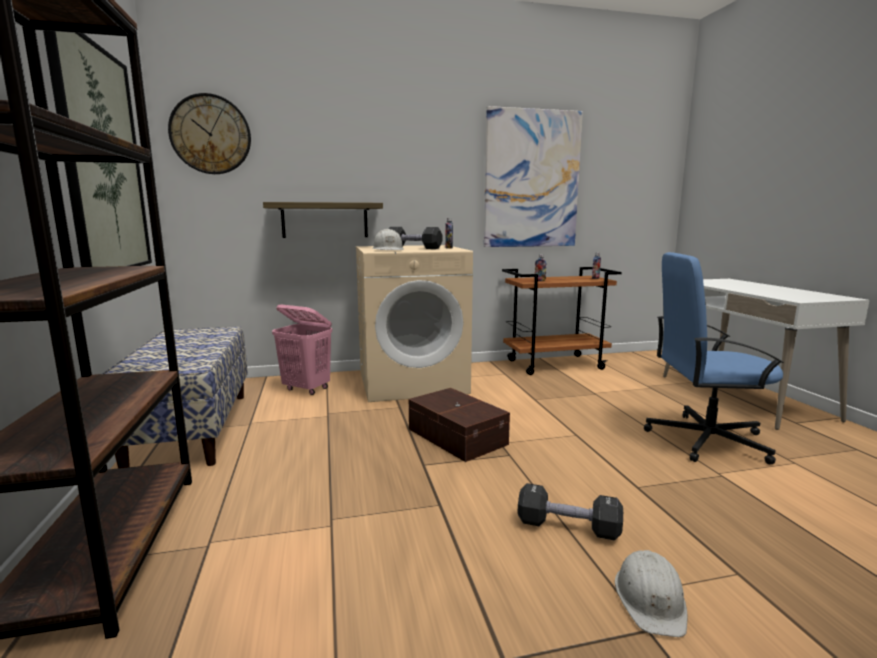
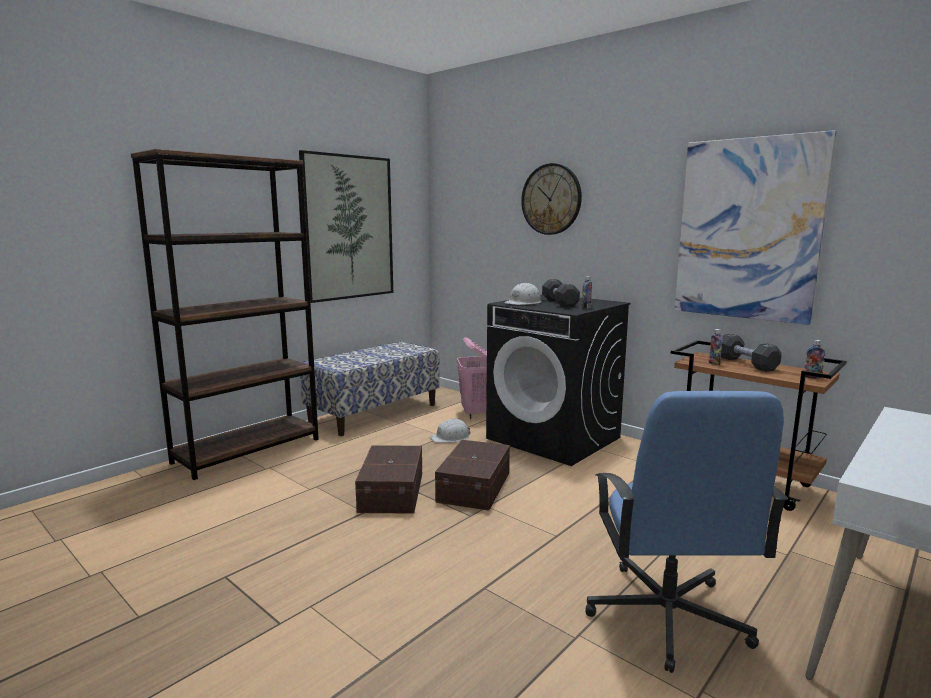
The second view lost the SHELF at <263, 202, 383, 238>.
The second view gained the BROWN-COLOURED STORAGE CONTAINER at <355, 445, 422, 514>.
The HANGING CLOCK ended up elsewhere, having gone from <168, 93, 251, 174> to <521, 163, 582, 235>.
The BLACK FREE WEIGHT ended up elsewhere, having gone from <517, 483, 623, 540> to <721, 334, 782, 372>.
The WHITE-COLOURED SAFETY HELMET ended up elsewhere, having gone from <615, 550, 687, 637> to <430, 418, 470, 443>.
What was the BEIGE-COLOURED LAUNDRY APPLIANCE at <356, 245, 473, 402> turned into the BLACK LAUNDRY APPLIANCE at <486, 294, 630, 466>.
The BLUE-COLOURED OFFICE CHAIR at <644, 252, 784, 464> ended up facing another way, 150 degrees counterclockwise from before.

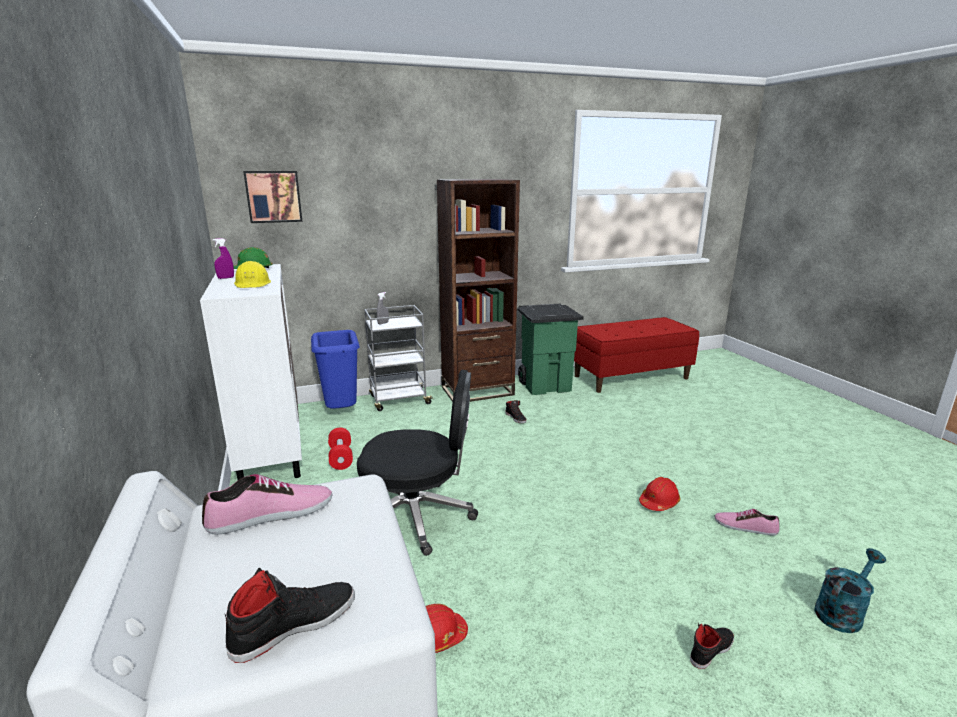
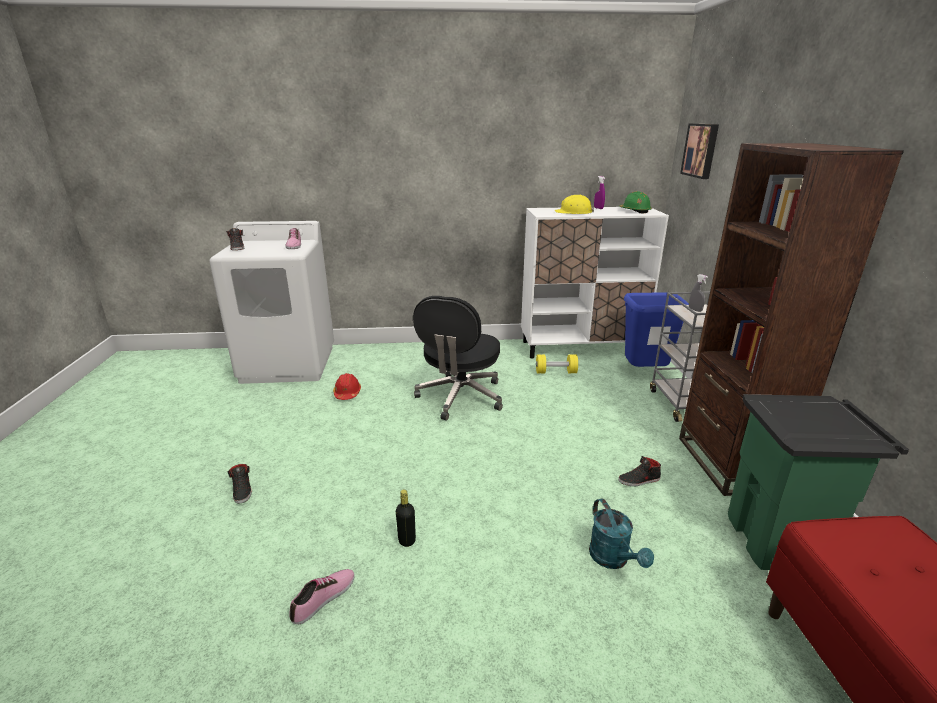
The TURQUOISE WATERING POT ended up elsewhere, having gone from <814, 548, 886, 633> to <589, 498, 654, 569>.
Where the RED SAFETY HELMET stood at <639, 477, 680, 511>, the BLACK DRINK BOTTLE came to stand at <396, 490, 416, 547>.
What was the RED FREE WEIGHT at <328, 427, 353, 470> turned into the YELLOW FREE WEIGHT at <536, 354, 578, 373>.

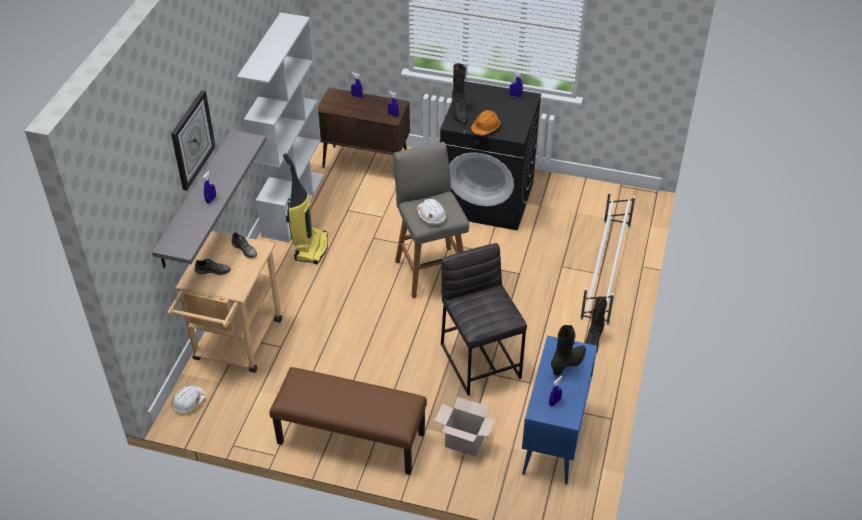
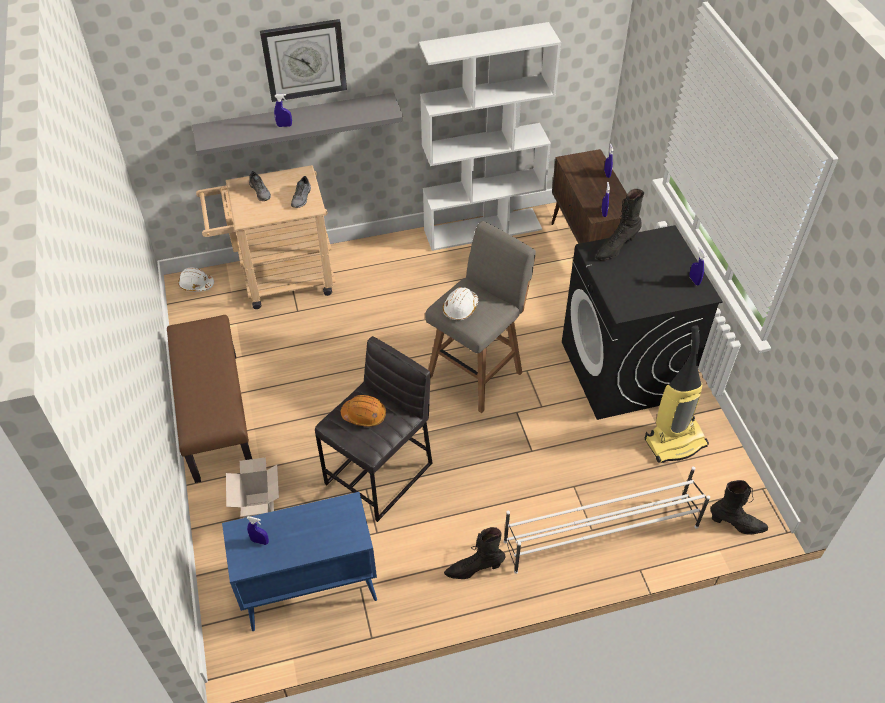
The VACUUM CLEANER ended up elsewhere, having gone from <283, 153, 328, 264> to <645, 326, 709, 463>.
The ORANGE SAFETY HELMET ended up elsewhere, having gone from <471, 110, 501, 135> to <341, 395, 386, 427>.
The BLACK TALL BOOT ended up elsewhere, having gone from <551, 325, 586, 376> to <710, 480, 768, 535>.

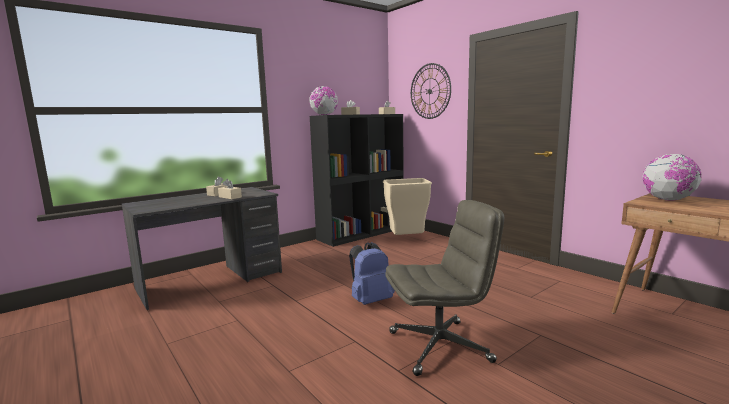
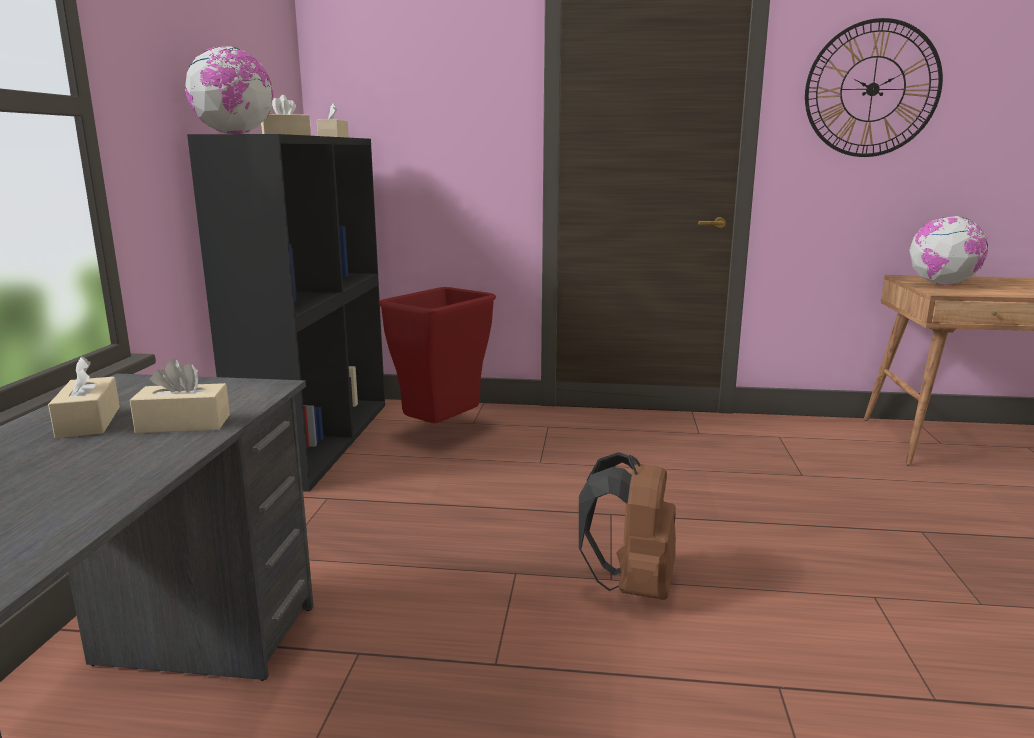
The second view lost the GREYISH OFFICE CHAIR at <385, 200, 504, 376>.
The HANGING CLOCK ended up elsewhere, having gone from <411, 63, 451, 119> to <805, 18, 943, 157>.
What was the BLUE-COLOURED RUCKSACK at <349, 242, 395, 305> turned into the BROWN-COLOURED RUCKSACK at <579, 452, 676, 600>.
What was the BEIGE-COLOURED RUBBISH BIN at <383, 178, 432, 235> turned into the RED RUBBISH BIN at <379, 287, 496, 424>.

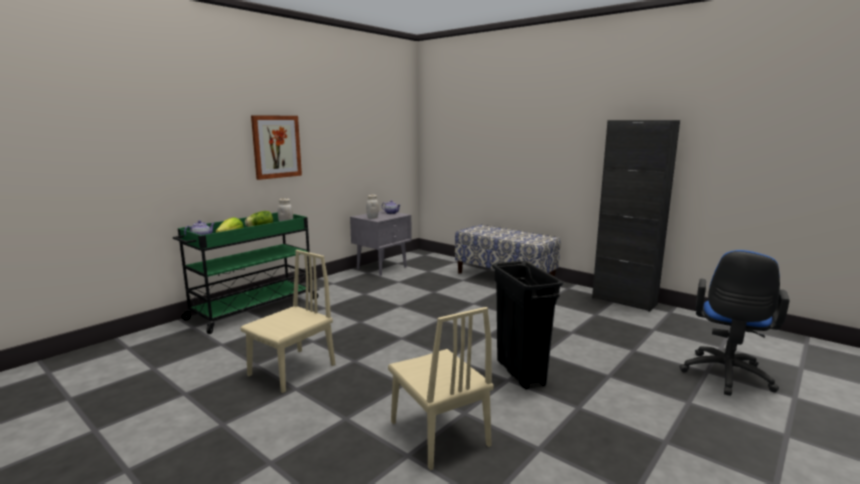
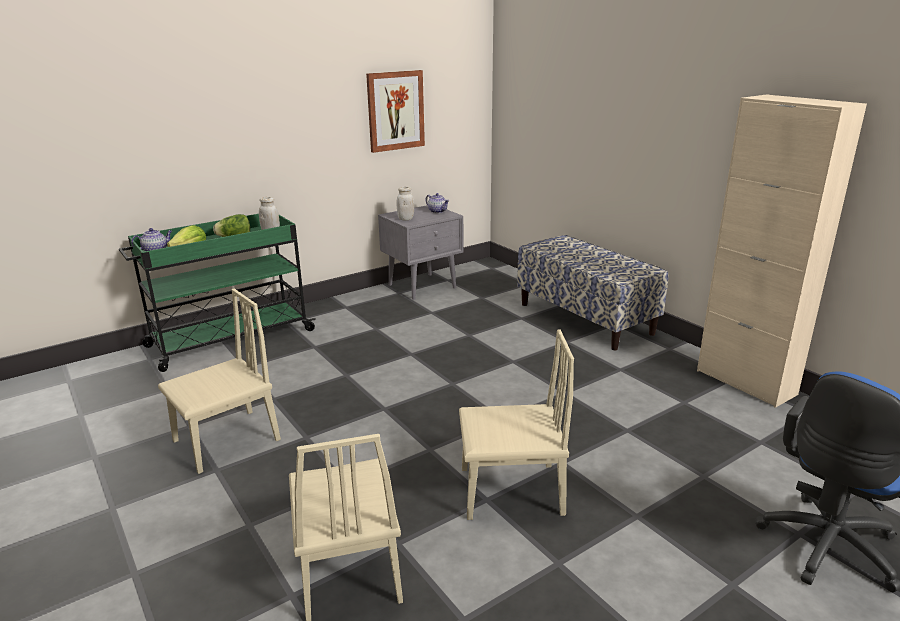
The PICTURE ended up elsewhere, having gone from <251, 115, 302, 180> to <366, 70, 425, 153>.
Where the BLACK RUBBISH BIN stood at <492, 261, 563, 390>, the BEIGE-COLOURED CHAIR came to stand at <459, 329, 574, 520>.
What was the BLACK CUPBOARD at <592, 120, 680, 312> turned into the BEIGE-COLOURED CUPBOARD at <697, 94, 867, 408>.

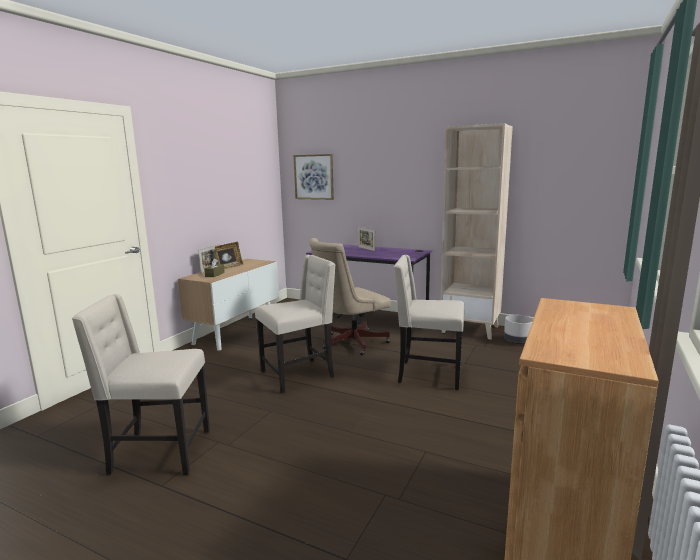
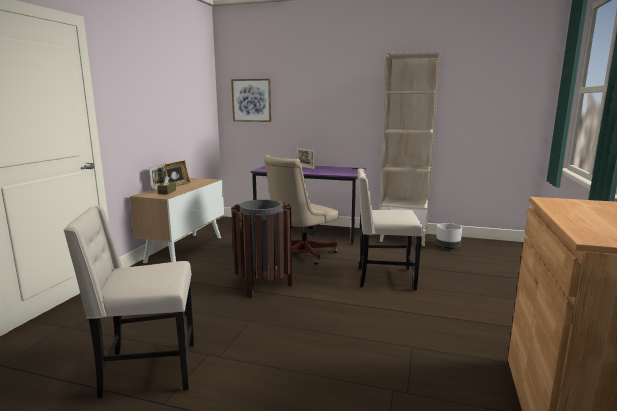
Where the BEIGE-COLOURED CHAIR stood at <255, 255, 336, 393>, the BROWN-COLOURED RUBBISH BIN came to stand at <231, 199, 292, 298>.

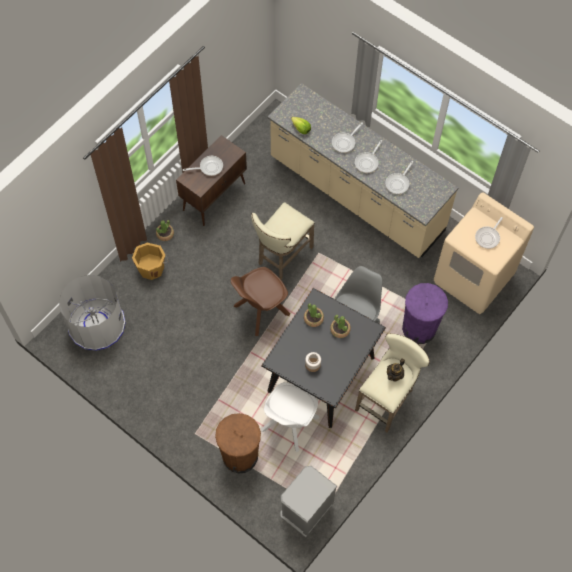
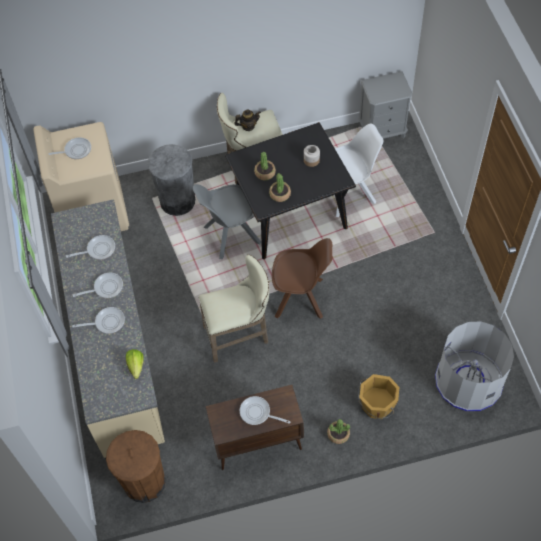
The BROWN-COLOURED RUBBISH BIN ended up elsewhere, having gone from <215, 413, 261, 473> to <106, 430, 166, 503>.
What was the PURPLE-COLOURED RUBBISH BIN at <402, 283, 448, 344> turned into the GREYISH RUBBISH BIN at <147, 144, 195, 216>.

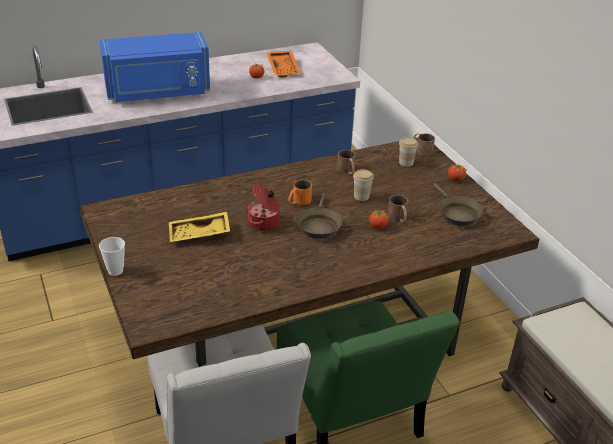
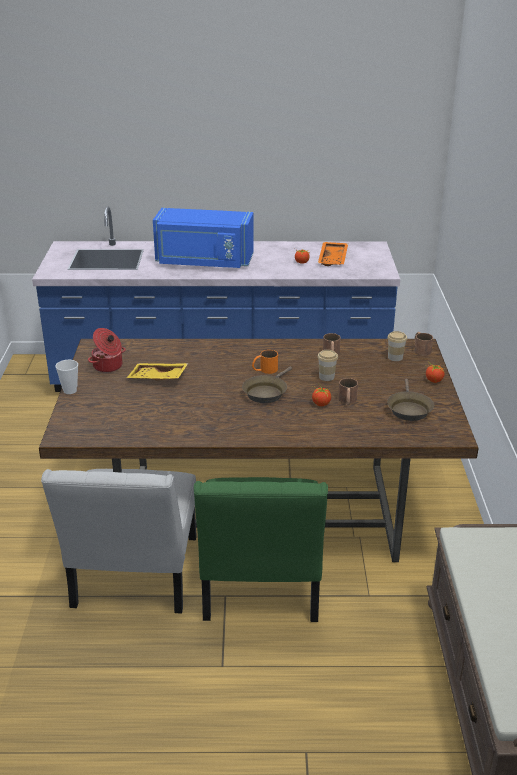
The SAUCEPOT ended up elsewhere, having gone from <247, 184, 280, 231> to <88, 328, 126, 373>.

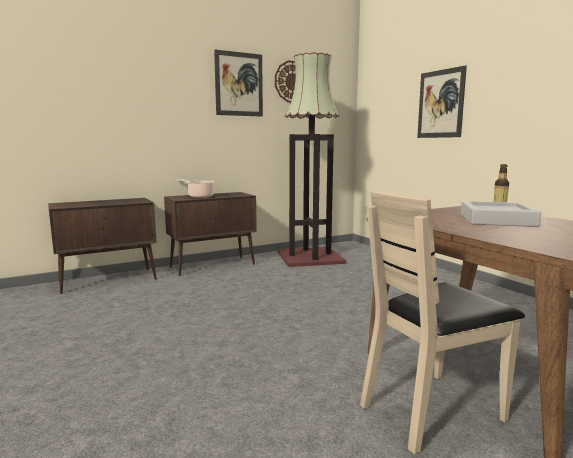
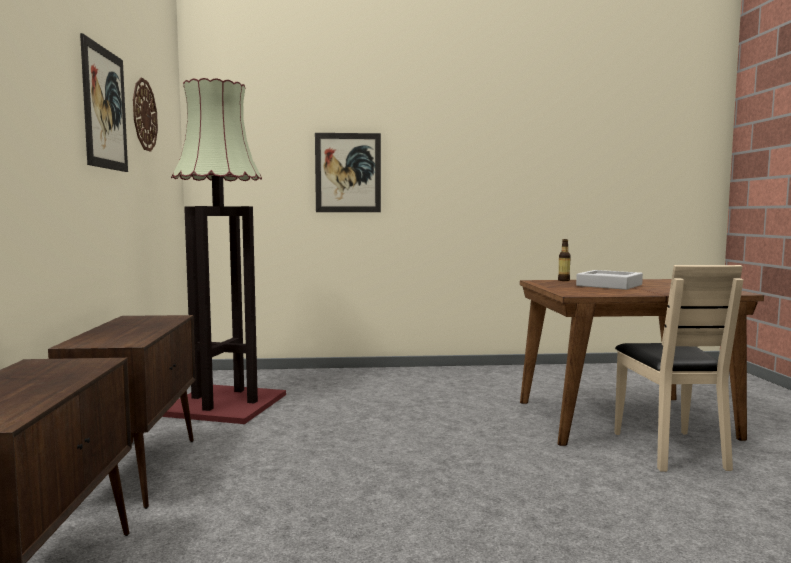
The second view lost the SAUCEPOT at <176, 179, 215, 198>.

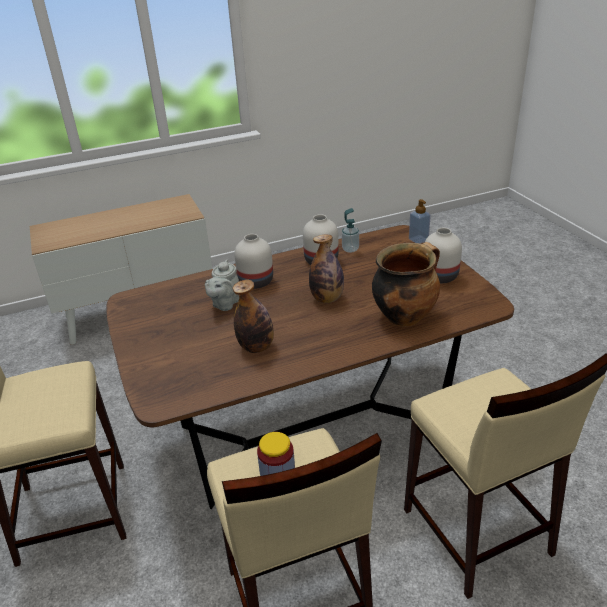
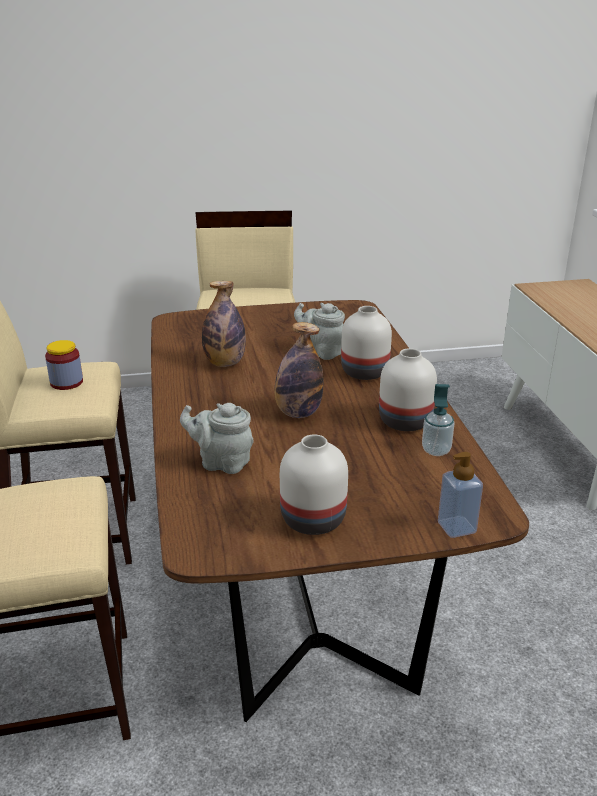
Where the SAUCEPOT stood at <372, 242, 440, 327>, the GREYISH POT FOR TEA came to stand at <180, 403, 254, 474>.

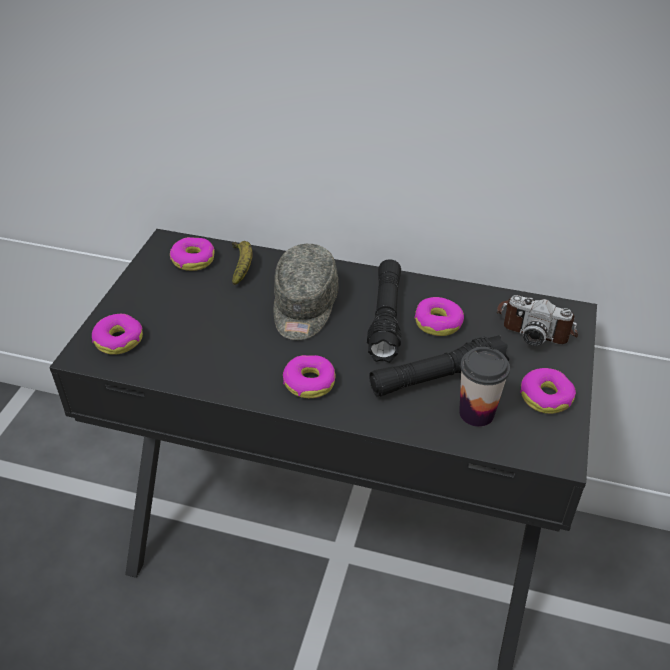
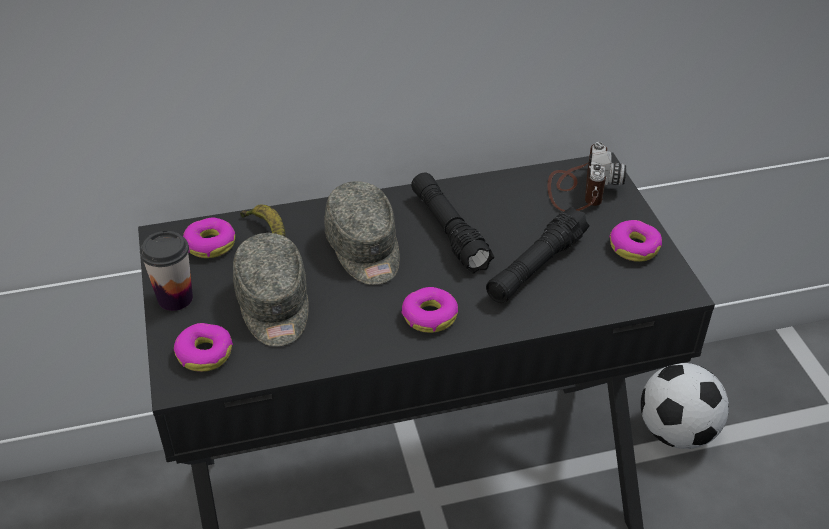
The second view lost the RING DOUGHNUT at <415, 297, 464, 336>.
The second view gained the GREYISH BASEBALL CAP at <233, 233, 309, 347>.
The second view gained the BALL FOR FOOTBALL at <641, 363, 729, 449>.
The SMALL CUP ended up elsewhere, having gone from <459, 347, 510, 427> to <140, 231, 193, 311>.
The PHOTO CAMERA at <497, 295, 578, 346> ended up facing another way, 75 degrees counterclockwise from before.

